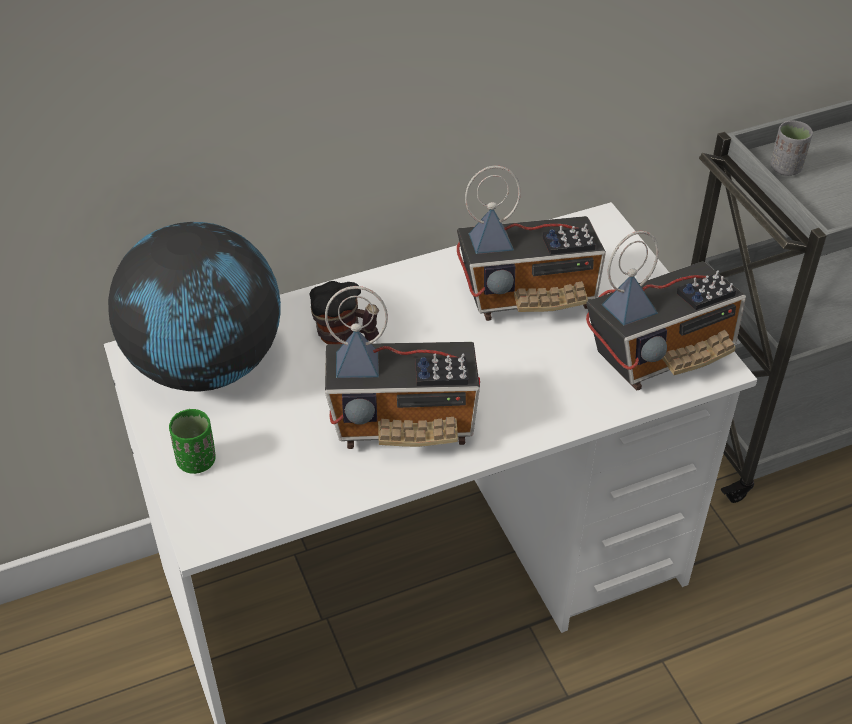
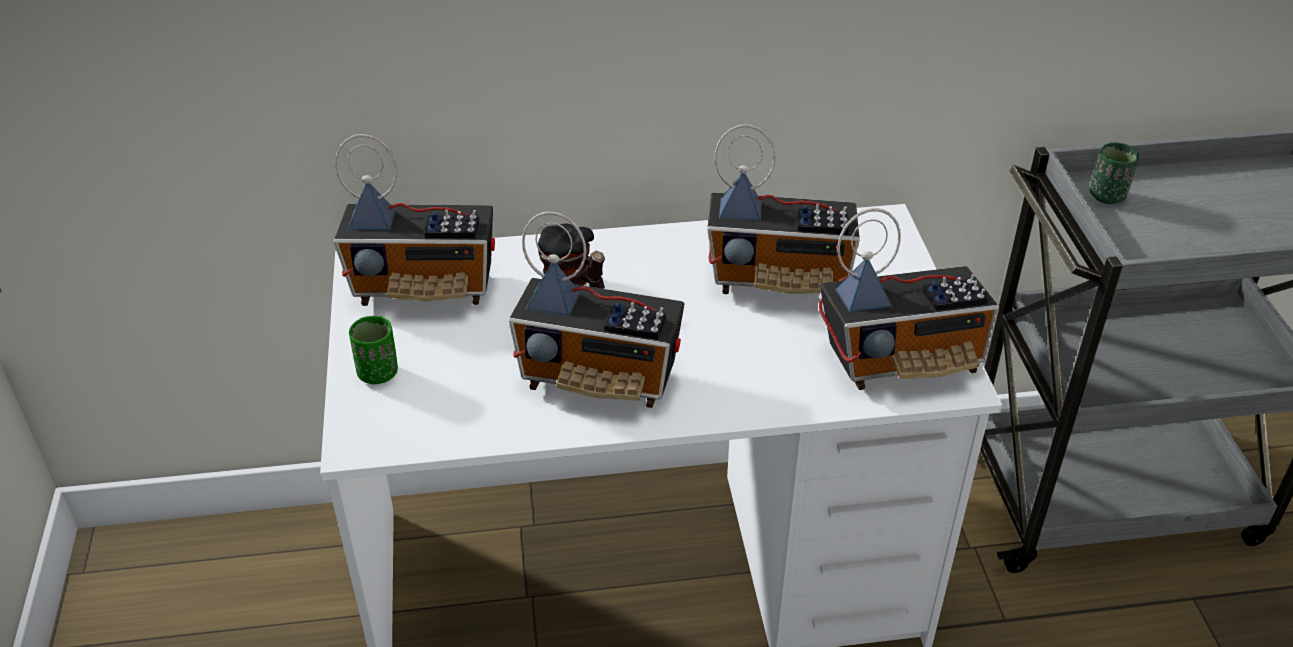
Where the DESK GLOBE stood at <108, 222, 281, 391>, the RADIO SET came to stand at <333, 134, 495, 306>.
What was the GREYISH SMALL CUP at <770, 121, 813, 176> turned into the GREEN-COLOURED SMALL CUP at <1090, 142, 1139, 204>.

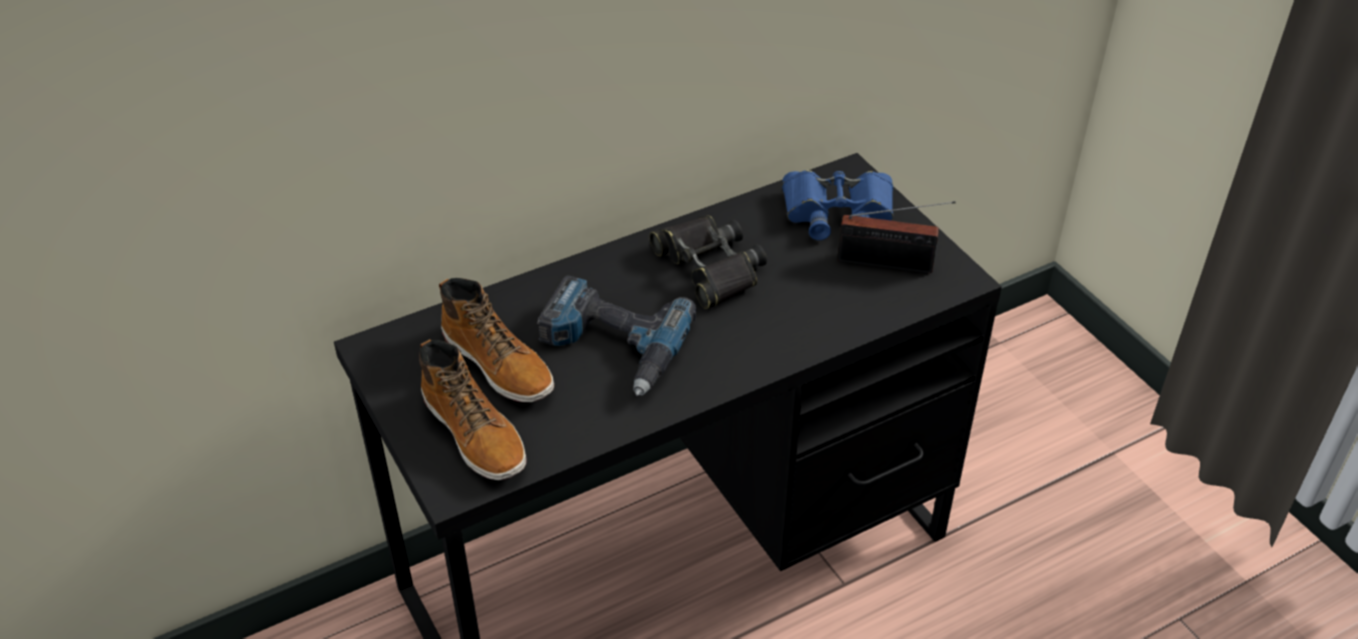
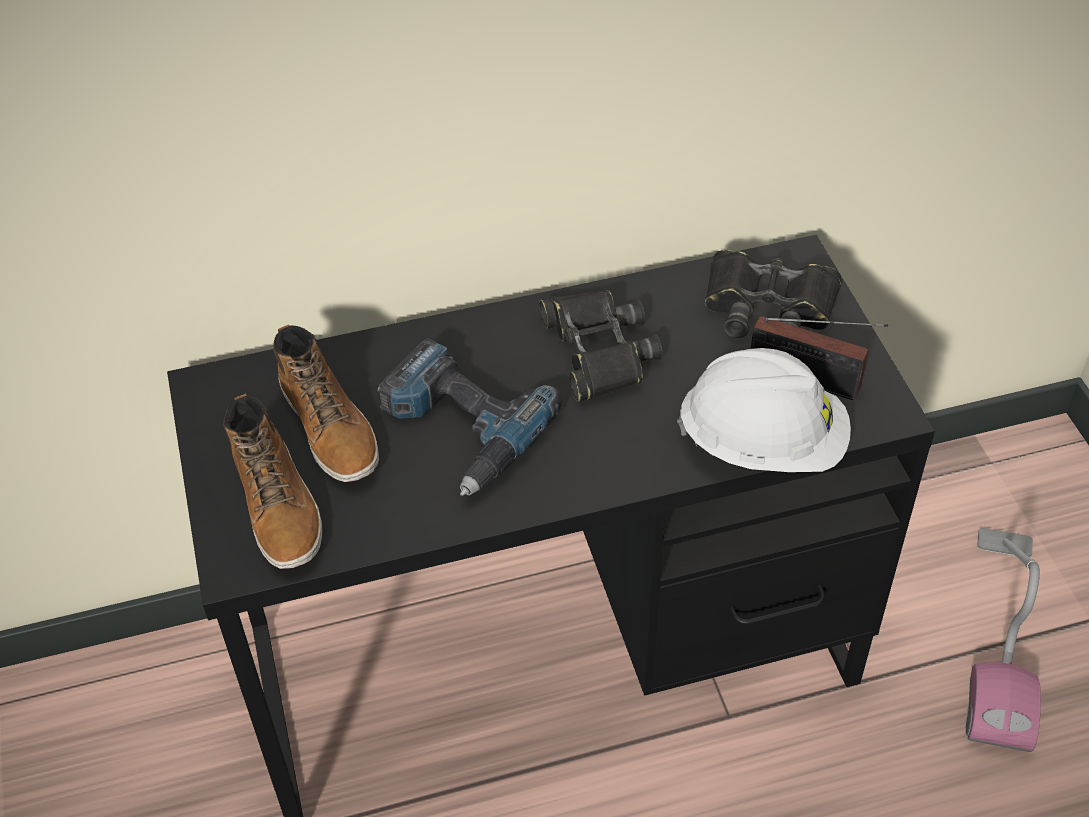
The second view gained the WHITE-COLOURED SAFETY HELMET at <677, 348, 851, 472>.
The second view gained the VACUUM CLEANER at <966, 528, 1041, 752>.
What was the BLUE-COLOURED BINOCULARS at <782, 170, 893, 240> turned into the BLACK BINOCULARS at <705, 250, 842, 338>.

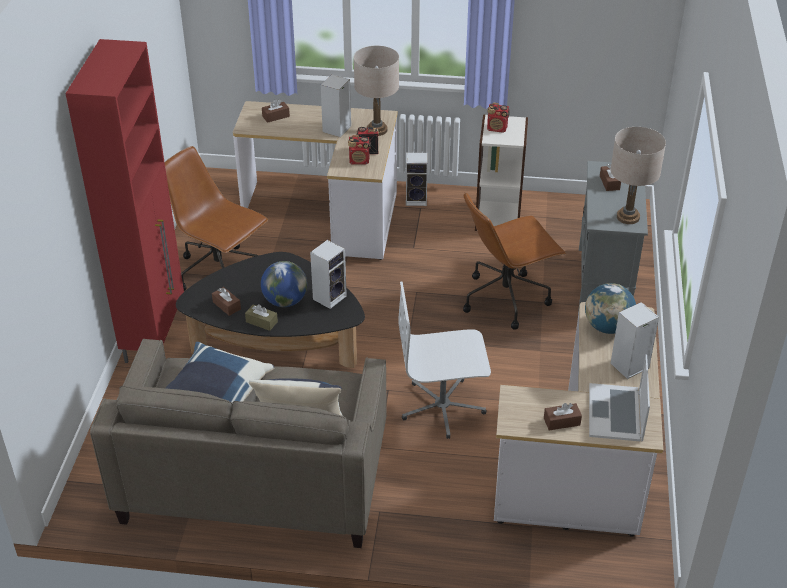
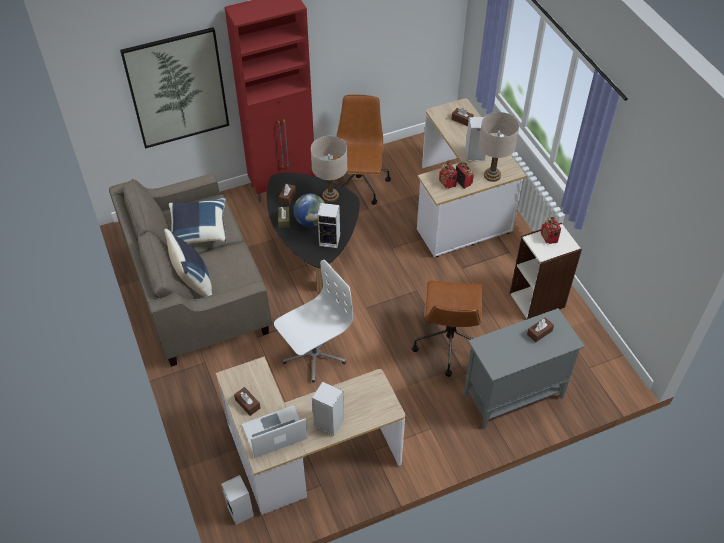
The second view lost the DESK GLOBE at <585, 283, 636, 334>.
The second view gained the PICTURE at <120, 27, 229, 148>.
The SPEAKER ended up elsewhere, having gone from <406, 152, 428, 206> to <221, 475, 254, 525>.
The BEIGE-COLOURED TABLETOP LAMP ended up elsewhere, having gone from <610, 127, 666, 224> to <311, 136, 347, 202>.
The WHITE-COLOURED OFFICE CHAIR at <398, 281, 491, 439> ended up facing another way, 90 degrees clockwise from before.
The BROWN-COLOURED OFFICE CHAIR at <463, 193, 566, 330> ended up facing another way, 120 degrees counterclockwise from before.

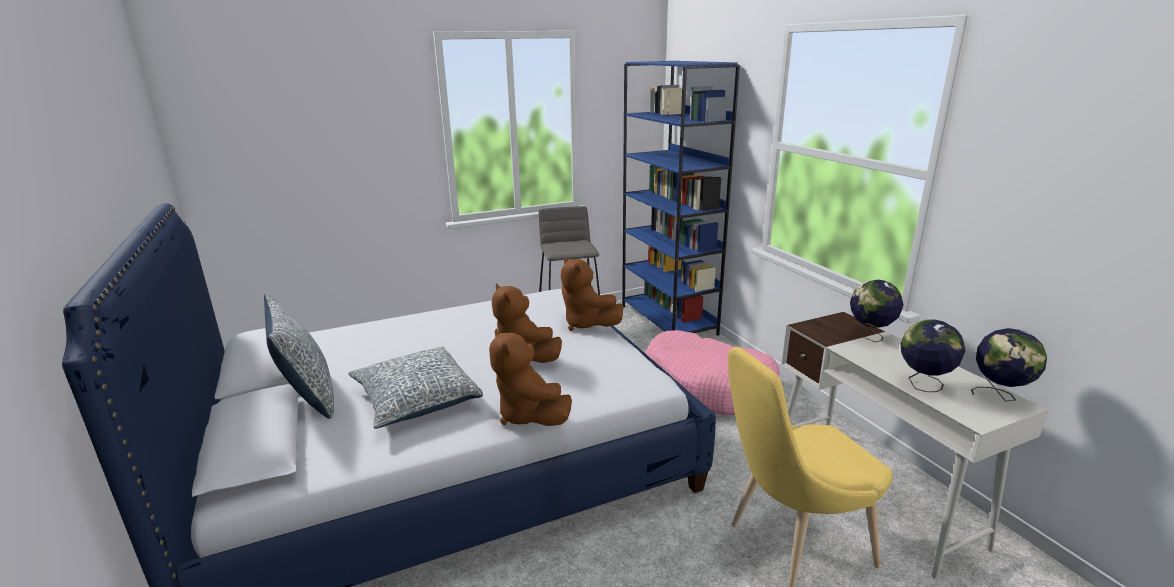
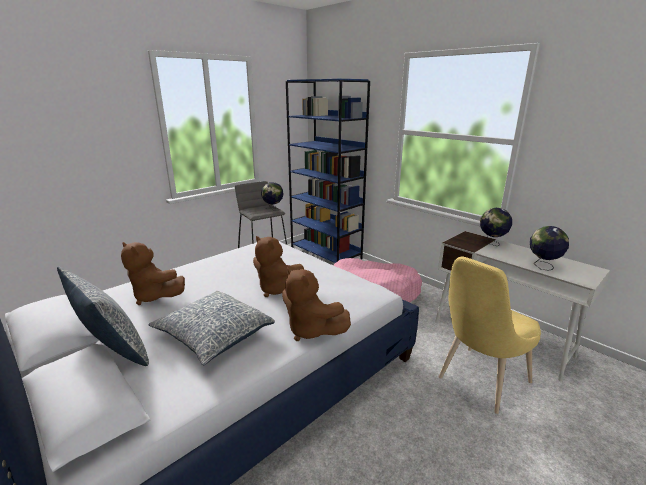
The BROWN-COLOURED SOFT TOY ended up elsewhere, having gone from <561, 257, 623, 331> to <121, 242, 185, 305>.
The DESK GLOBE ended up elsewhere, having gone from <971, 328, 1047, 401> to <261, 182, 283, 210>.

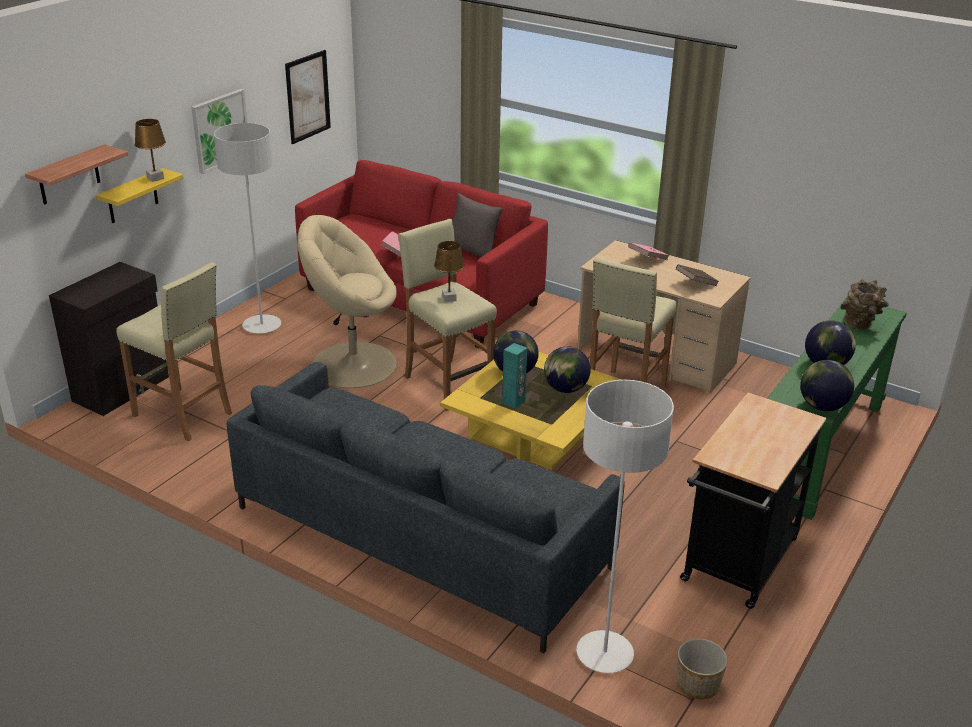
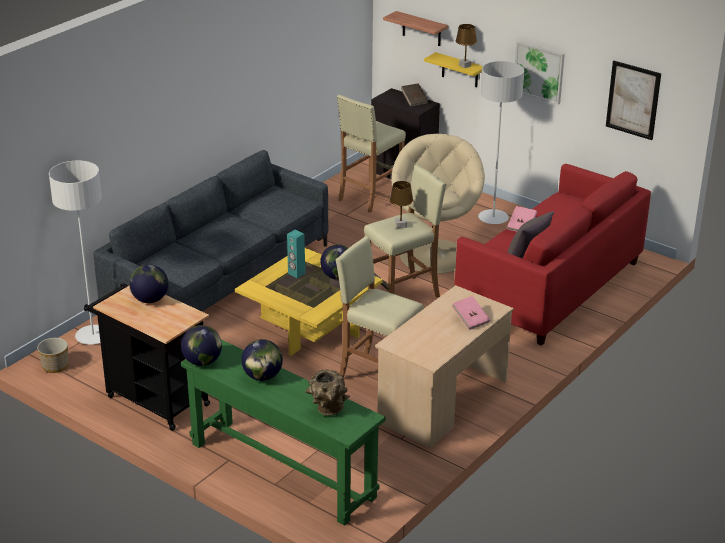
The DESK GLOBE ended up elsewhere, having gone from <544, 346, 591, 393> to <129, 264, 168, 303>.
The BROWN-COLOURED VOLUME ended up elsewhere, having gone from <676, 264, 719, 286> to <401, 83, 428, 107>.

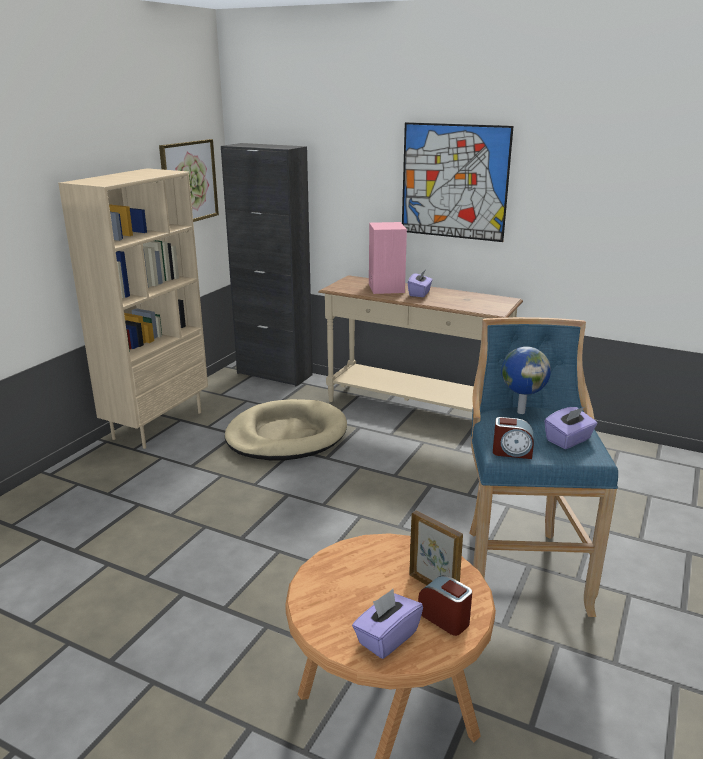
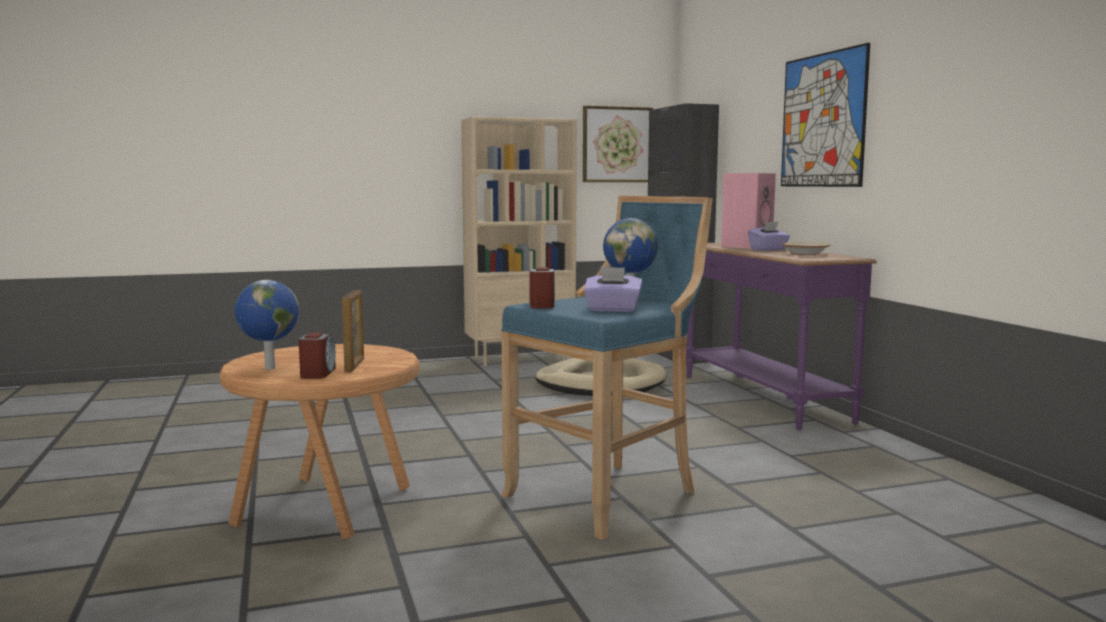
The second view gained the DEEP DISH at <782, 243, 830, 255>.
Where the PURPLE-COLOURED TISSUE BOX stood at <352, 589, 423, 659>, the DESK GLOBE came to stand at <234, 280, 299, 370>.
What was the BEIGE-COLOURED CONSOLE TABLE at <318, 275, 523, 412> turned into the PURPLE-COLOURED CONSOLE TABLE at <686, 242, 877, 430>.
The BEDSIDE CLOCK at <493, 417, 534, 459> ended up facing another way, 150 degrees counterclockwise from before.

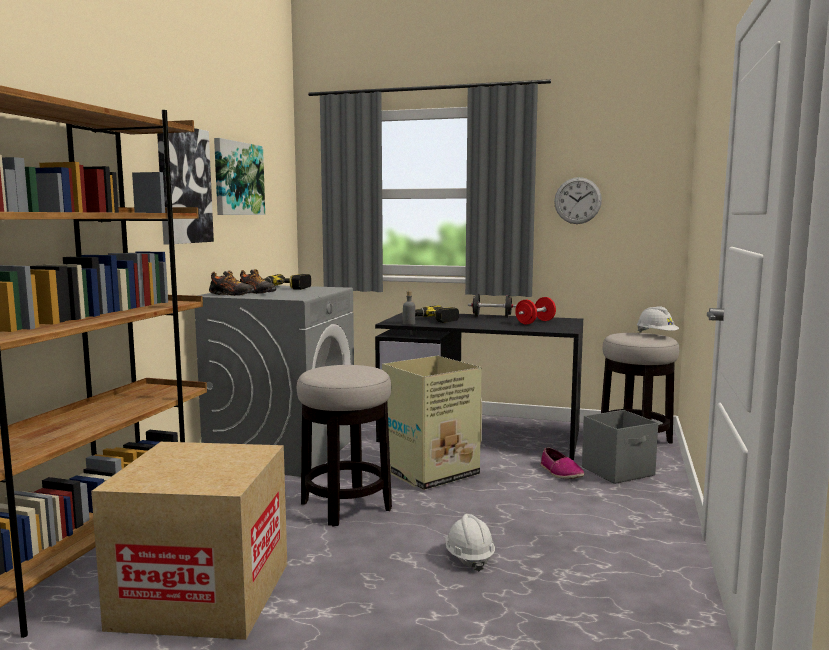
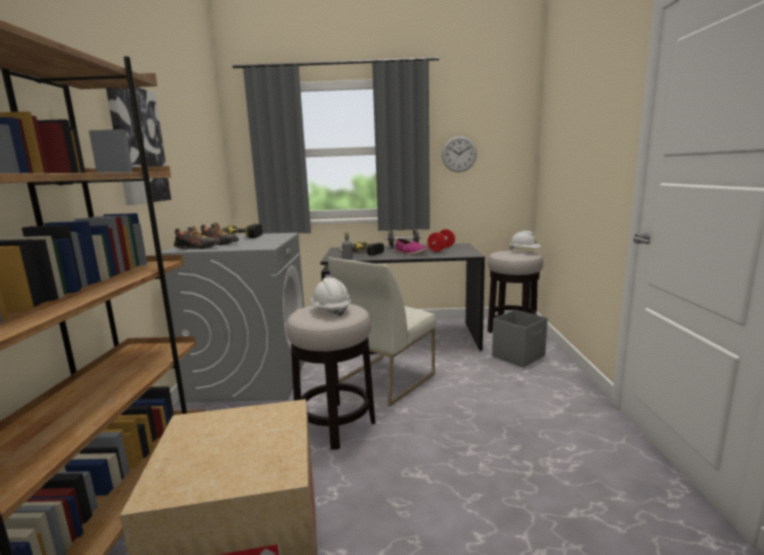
The second view lost the PICTURE at <214, 138, 265, 215>.
The WHITE-COLOURED SAFETY HELMET ended up elsewhere, having gone from <445, 514, 495, 572> to <311, 277, 351, 317>.
The ITEM OF FOOTWEAR ended up elsewhere, having gone from <540, 447, 584, 479> to <395, 239, 428, 255>.
Where the PACKING BOX stood at <382, 356, 482, 490>, the WHITE-COLOURED CHAIR came to stand at <328, 257, 436, 407>.

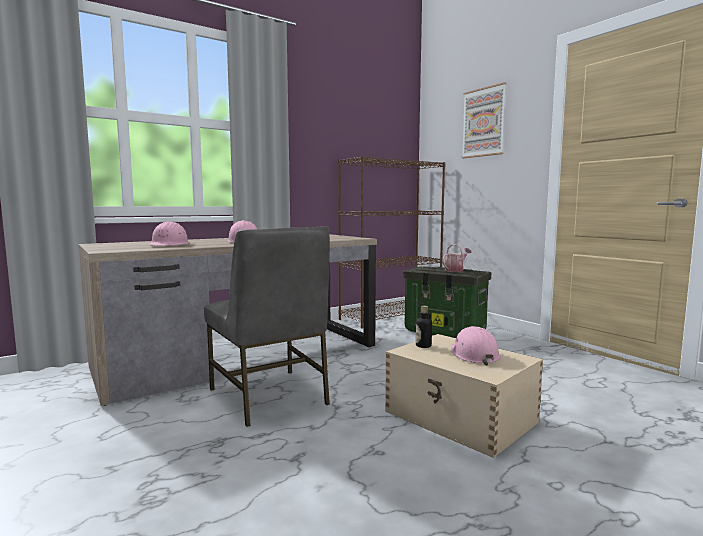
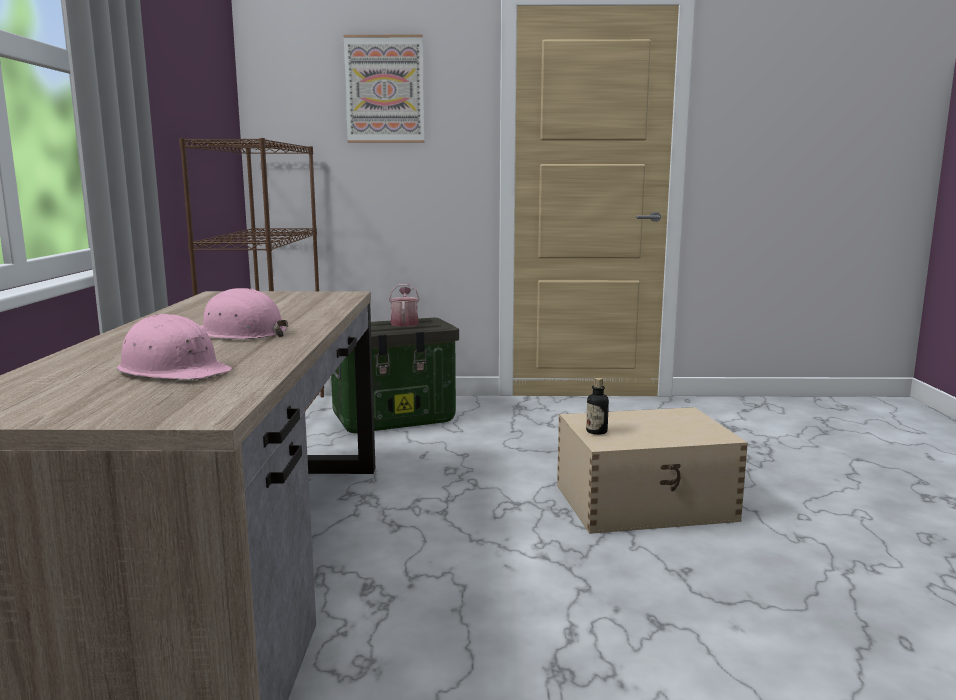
The second view lost the GREYISH CHAIR at <204, 226, 330, 427>.
The second view lost the PINK SAFETY HELMET at <451, 326, 501, 366>.

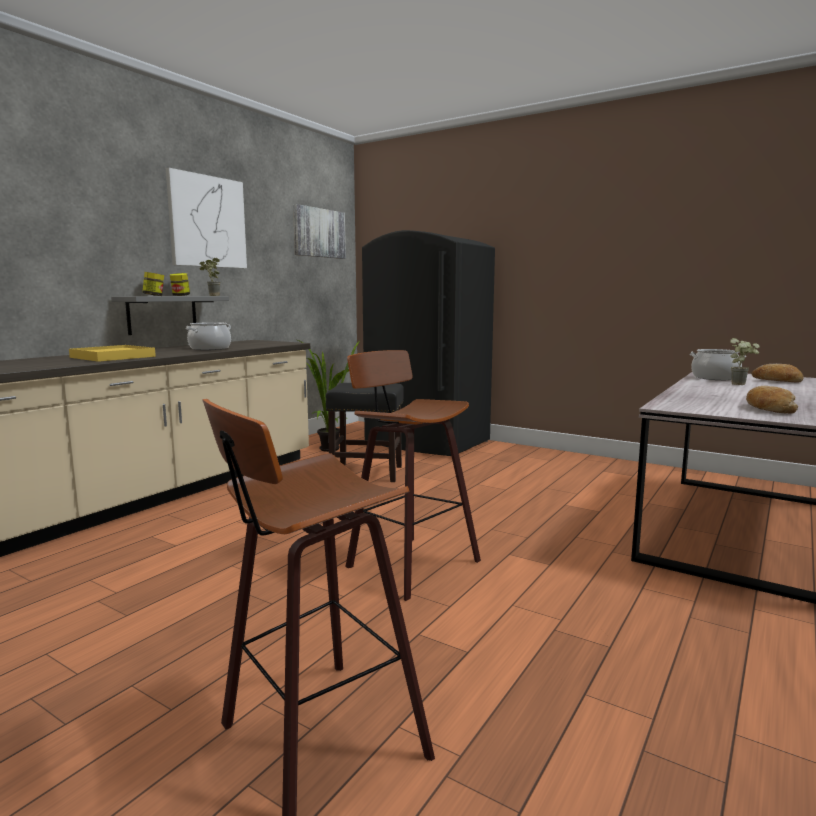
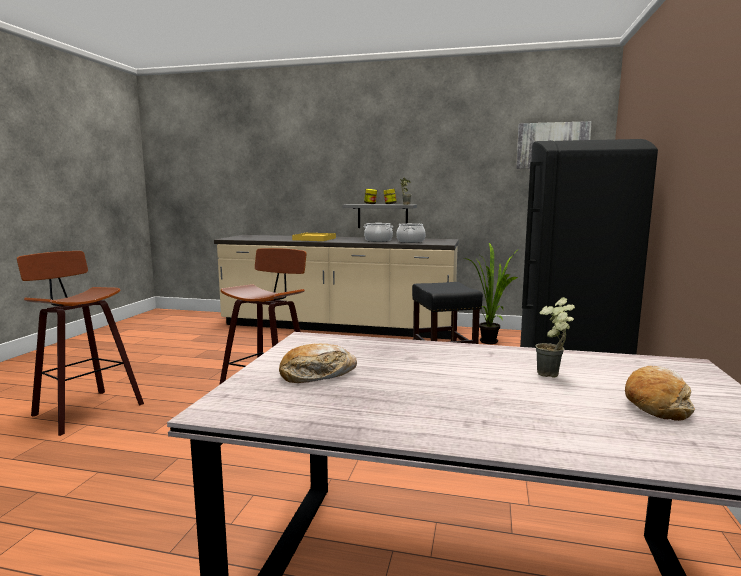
The second view lost the PICTURE at <166, 168, 247, 268>.
The SAUCEPOT ended up elsewhere, having gone from <690, 349, 746, 380> to <397, 223, 425, 243>.

